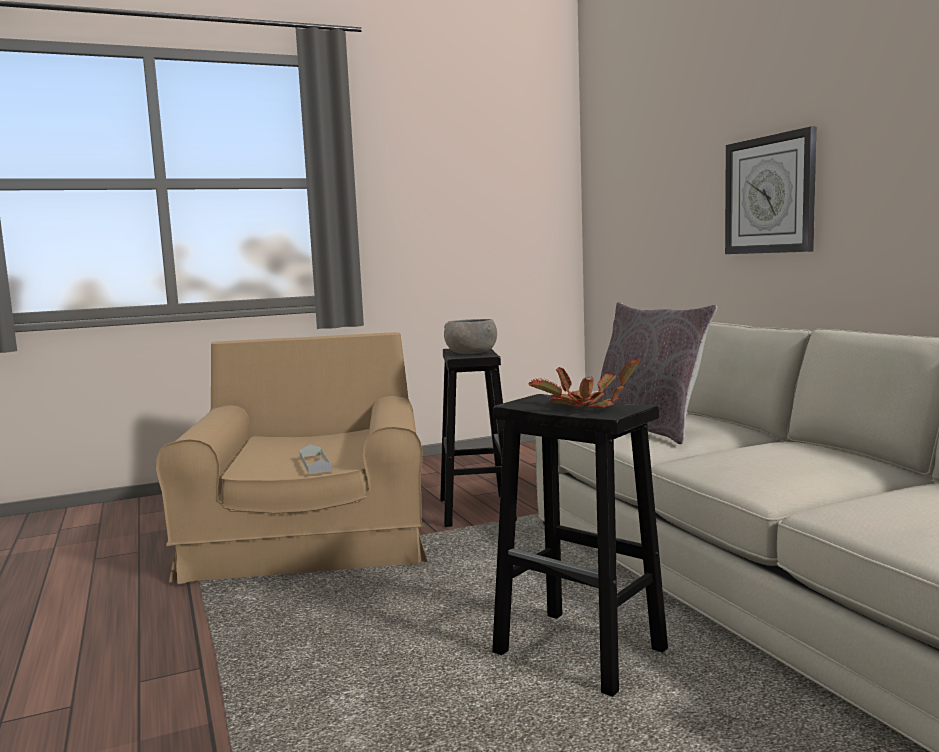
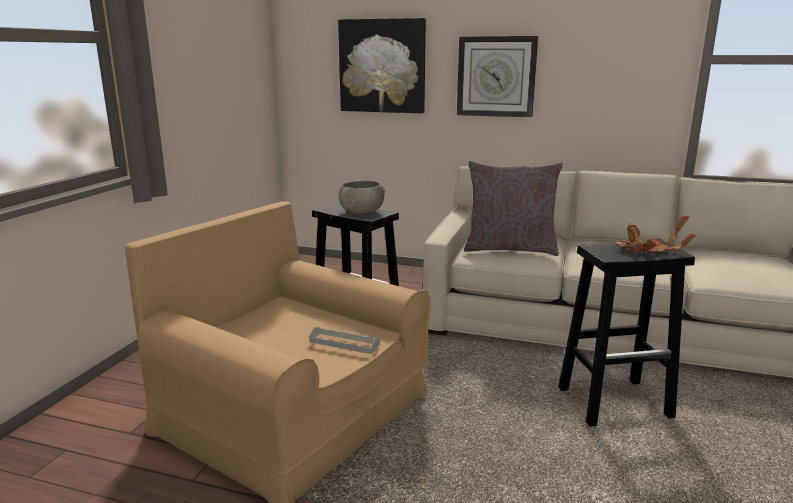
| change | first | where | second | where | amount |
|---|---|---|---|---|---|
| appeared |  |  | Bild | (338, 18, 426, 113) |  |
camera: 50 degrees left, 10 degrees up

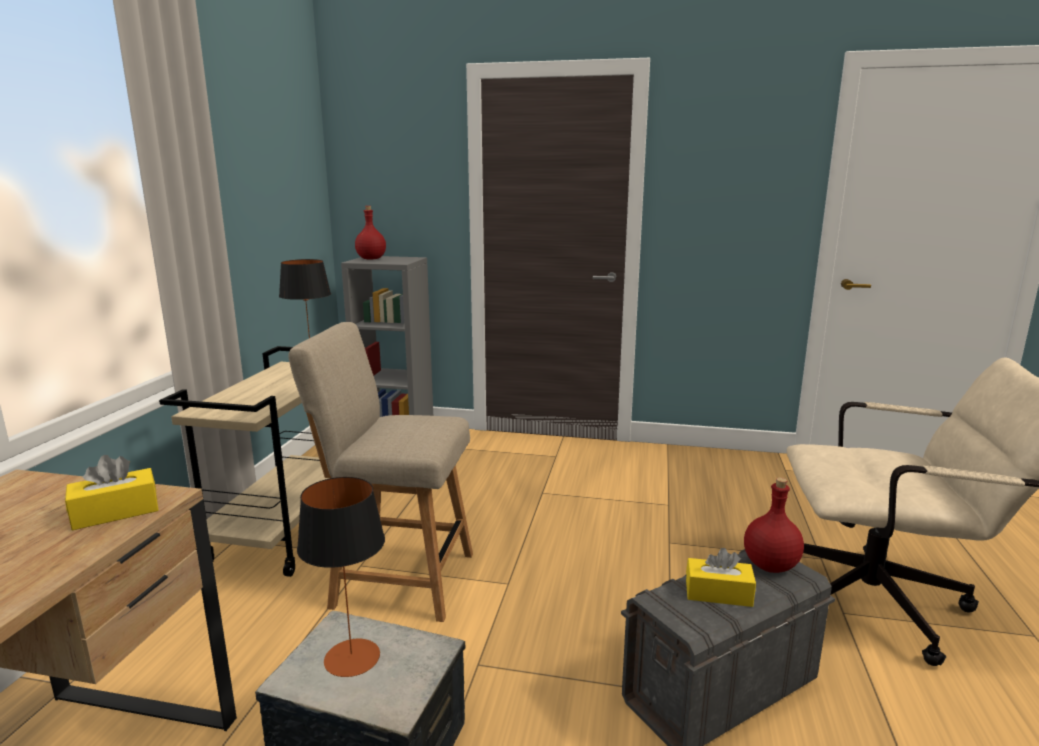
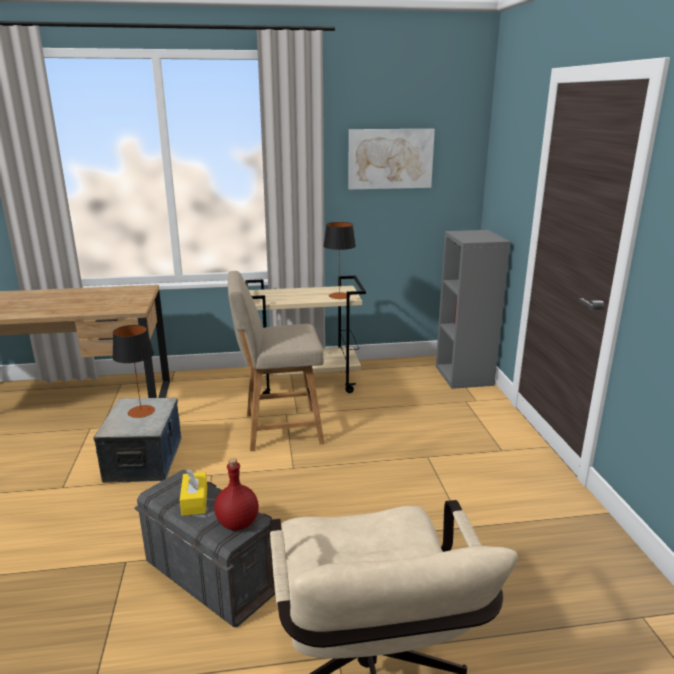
| change | first | where | second | where | amount |
|---|---|---|---|---|---|
| missing | Taschentuchbox (gelb) | (65, 455, 158, 530) |  |  |  |
| spun | Stuhl (beige) | (289, 322, 473, 622) |  | (228, 271, 324, 451) | 90 degrees counterclockwise |
| missing | Flasche (rot) | (355, 206, 386, 260) |  |  |  |
| appeared |  |  | Bild | (348, 129, 435, 190) |  |
camera: 70 degrees right, 5 degrees up

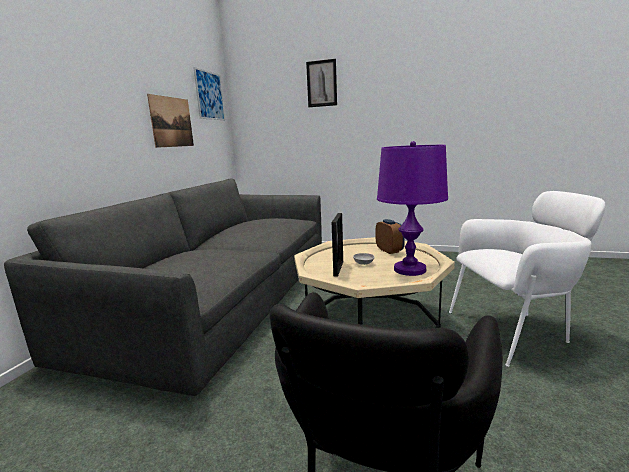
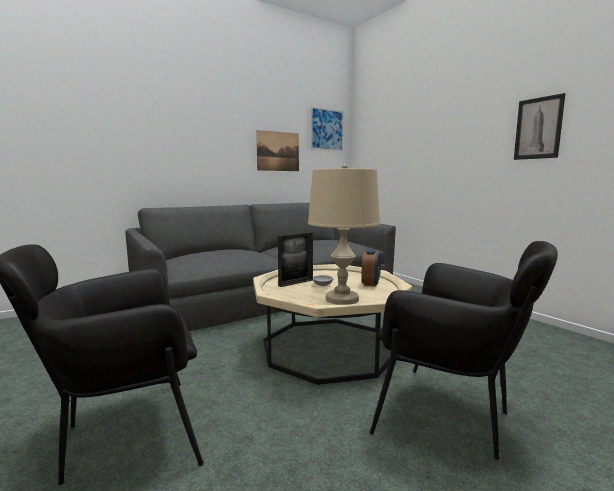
| change | first | where | second | where | amount |
|---|---|---|---|---|---|
| relocated | Bild | (306, 59, 337, 107) |  | (514, 93, 565, 160) |  |
| colour | Tischlampe (lila) | (377, 141, 448, 276) | Tischlampe (beige) | (308, 164, 380, 305) |  |
| colour | Sessel (weiß) | (449, 191, 606, 367) | Sessel (schwarz) | (369, 241, 558, 460) |  |
camera: 40 degrees right, 5 degrees down

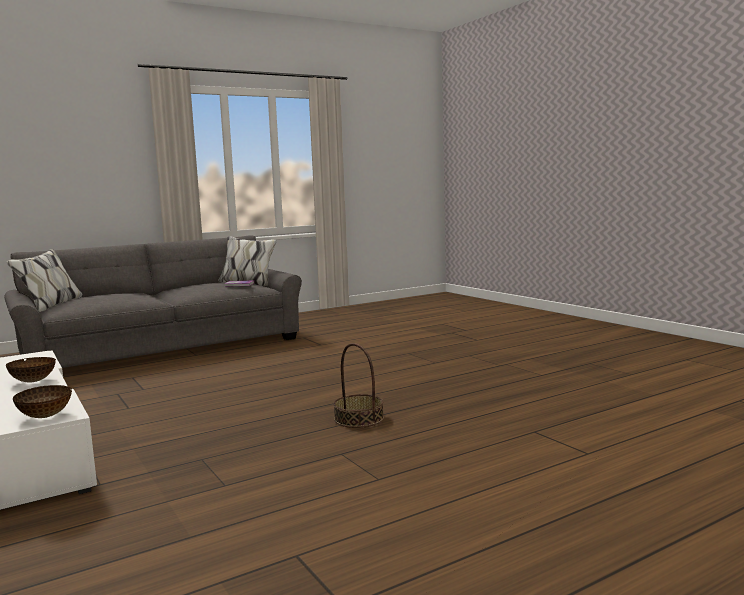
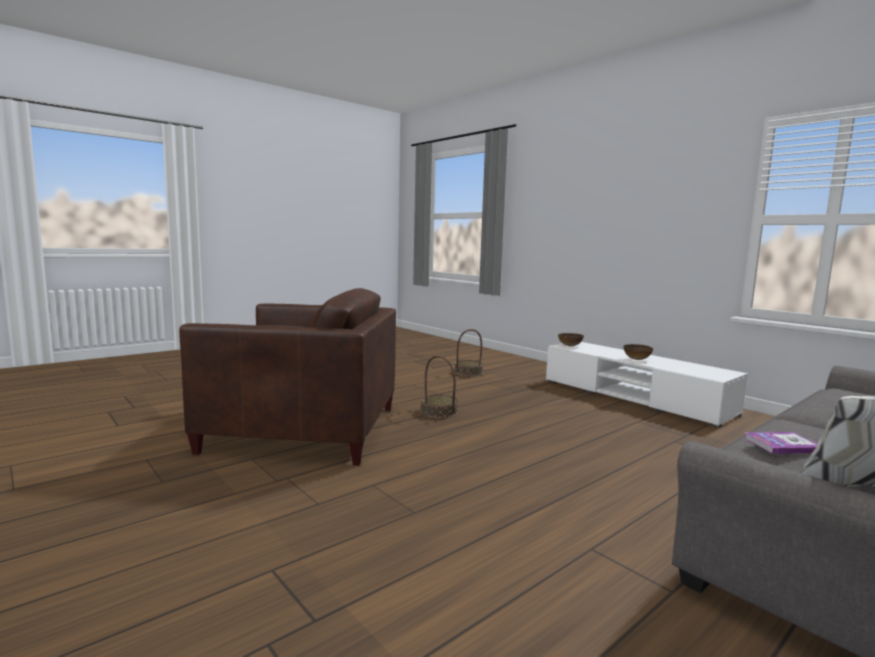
| change | first | where | second | where | amount |
|---|---|---|---|---|---|
| appeared |  |  | Sessel (braun) | (179, 288, 396, 465) |  |
| appeared |  |  | Korb | (455, 329, 483, 377) |  |
camera: 170 degrees right, 0 degrees up

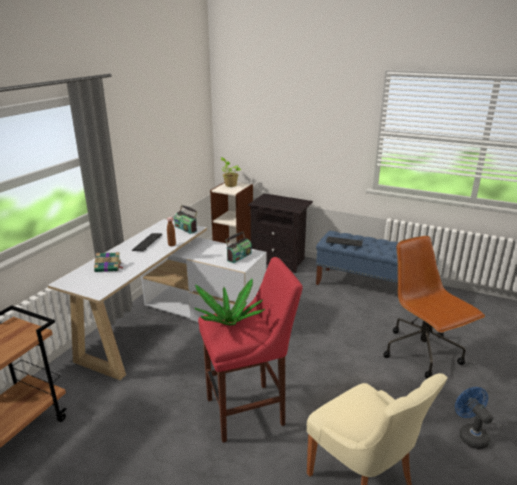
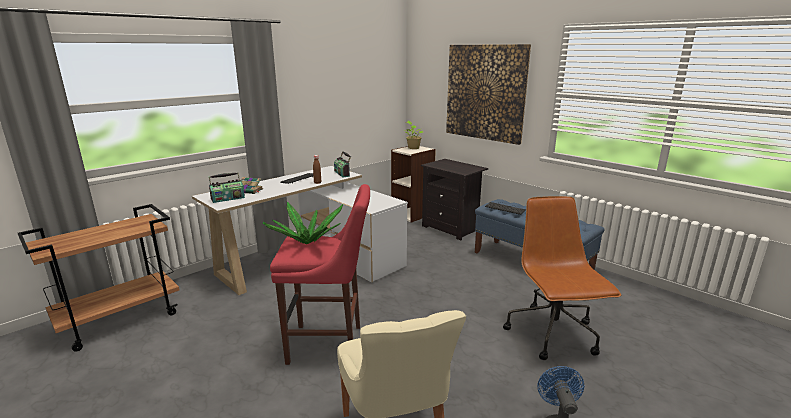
| change | first | where | second | where | amount |
|---|---|---|---|---|---|
| relocated | Radio | (225, 231, 252, 264) |  | (209, 172, 245, 203) |  |
| appeared |  |  | Bild | (446, 44, 531, 145) |  |
camera: 20 degrees right, 5 degrees down

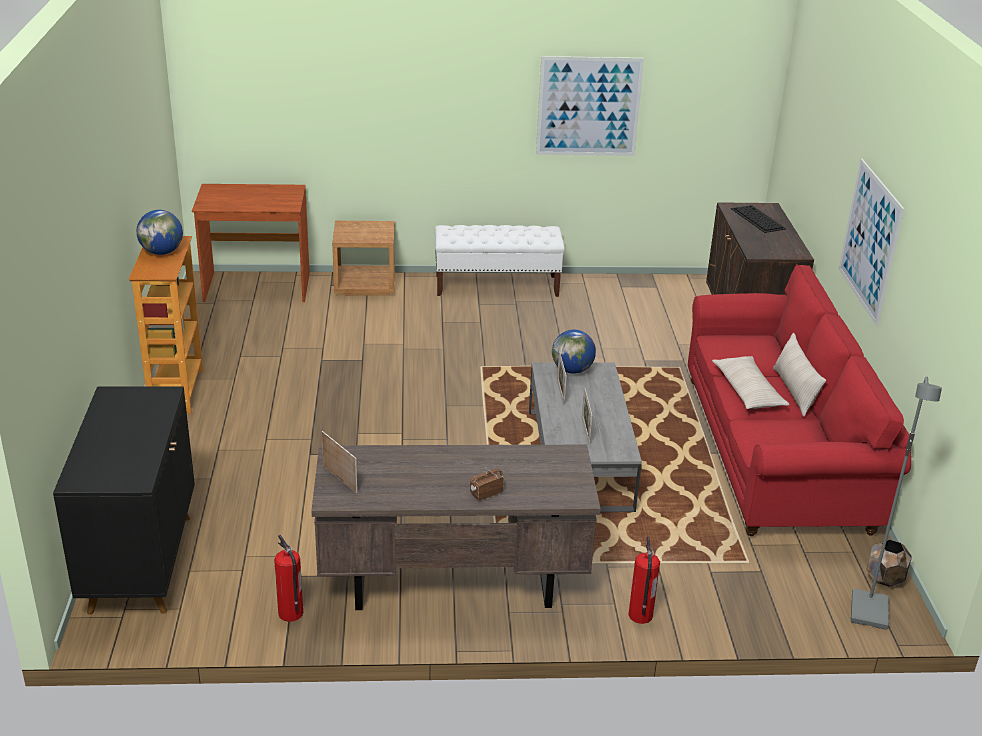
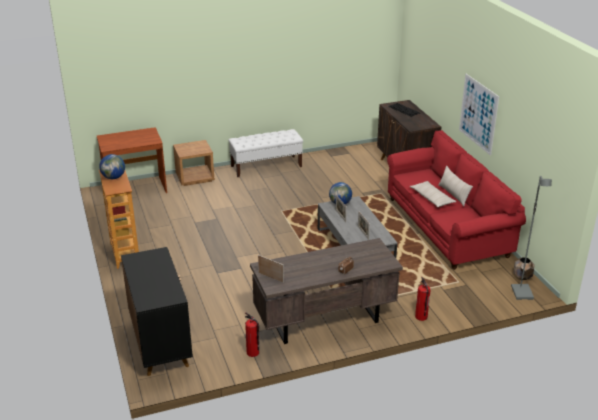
| change | first | where | second | where | amount |
|---|---|---|---|---|---|
| missing | Bild | (536, 56, 644, 156) |  |  |  |
camera: 15 degrees left, 0 degrees up

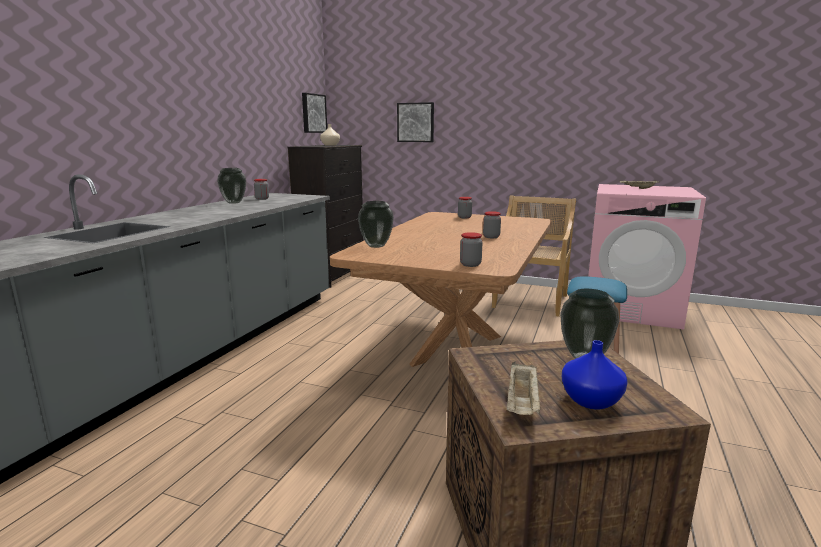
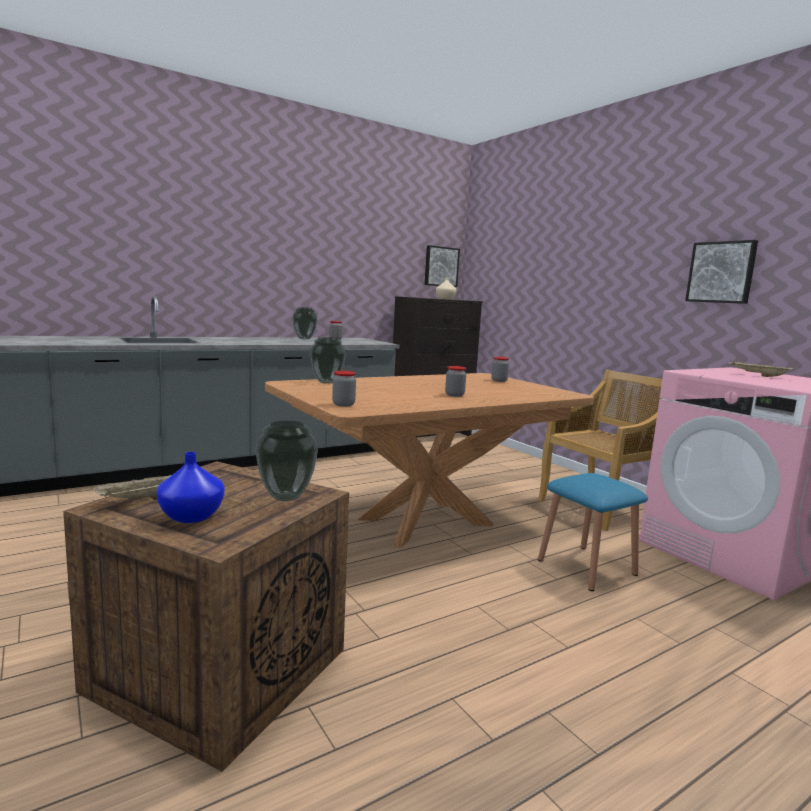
| change | first | where | second | where | amount |
|---|---|---|---|---|---|
| relocated | Bild | (397, 102, 434, 142) |  | (685, 240, 758, 304) |  |
camera: 35 degrees right, 5 degrees down

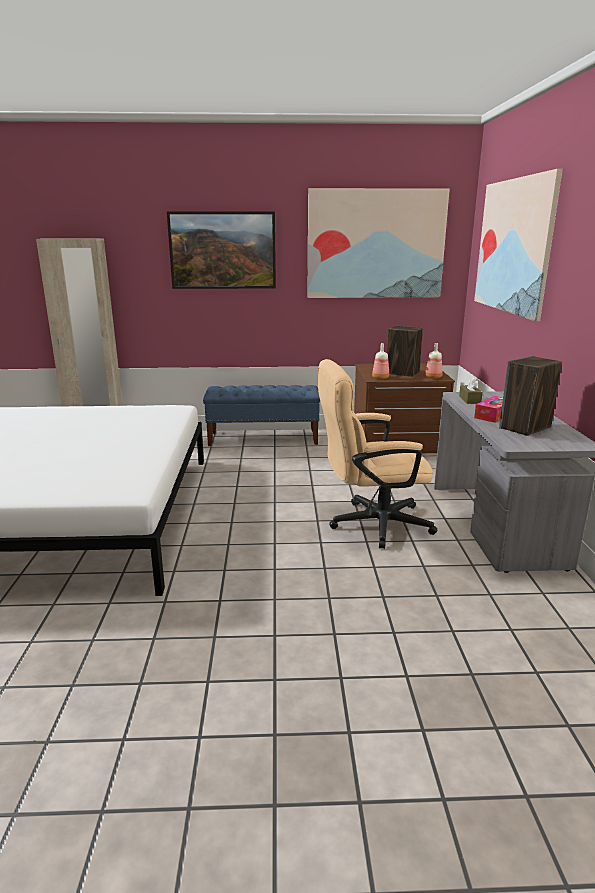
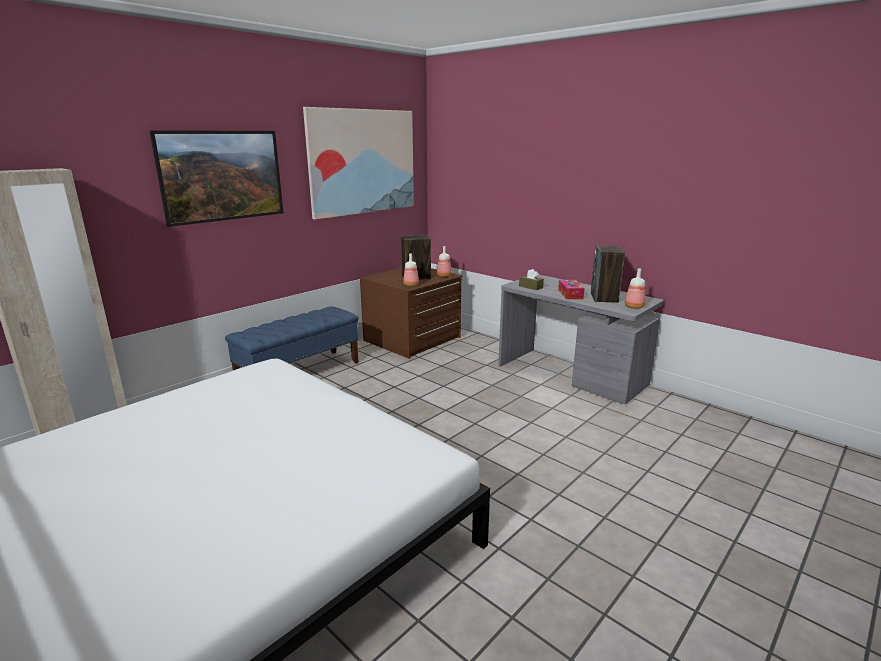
| change | first | where | second | where | amount |
|---|---|---|---|---|---|
| missing | Bürostuhl (beige) | (318, 359, 437, 549) |  |  |  |
| missing | Bild | (474, 169, 563, 321) |  |  |  |
| appeared |  |  | Flasche | (625, 268, 645, 309) |  |
camera: 45 degrees left, 0 degrees up

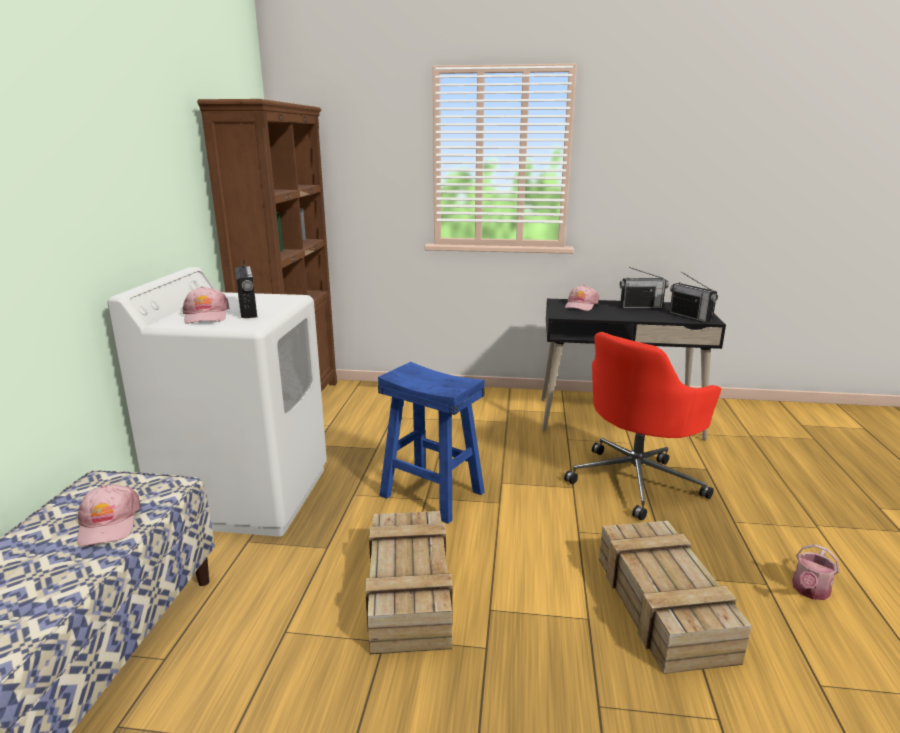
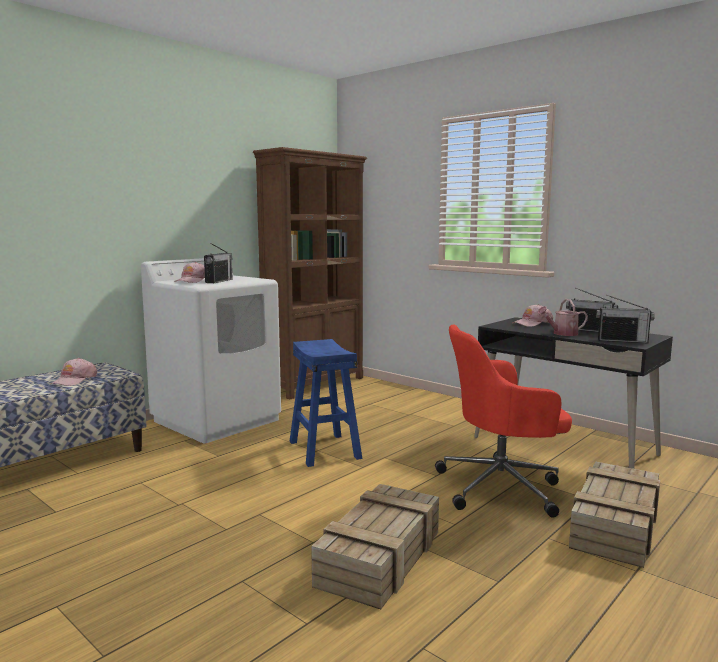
| change | first | where | second | where | amount |
|---|---|---|---|---|---|
| relocated | Kiste | (365, 511, 453, 655) |  | (569, 461, 660, 568) |  |
| spun | Radio | (669, 271, 718, 323) |  | (596, 295, 655, 343) | 75 degrees counterclockwise |
| relocated | Gießkanne | (792, 544, 840, 600) |  | (537, 299, 588, 336) |  |
camera: 35 degrees right, 10 degrees down

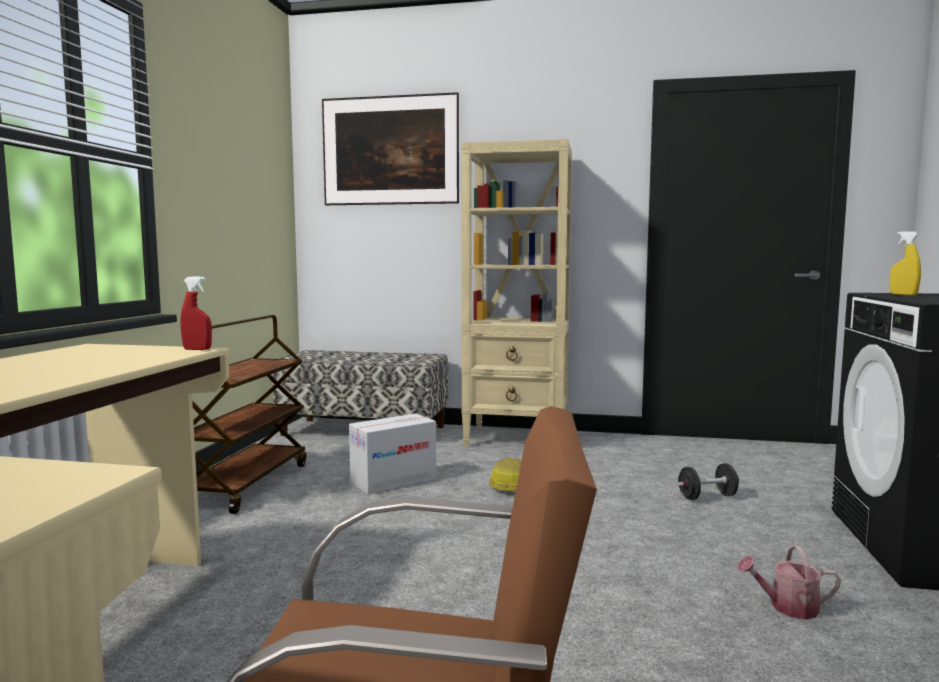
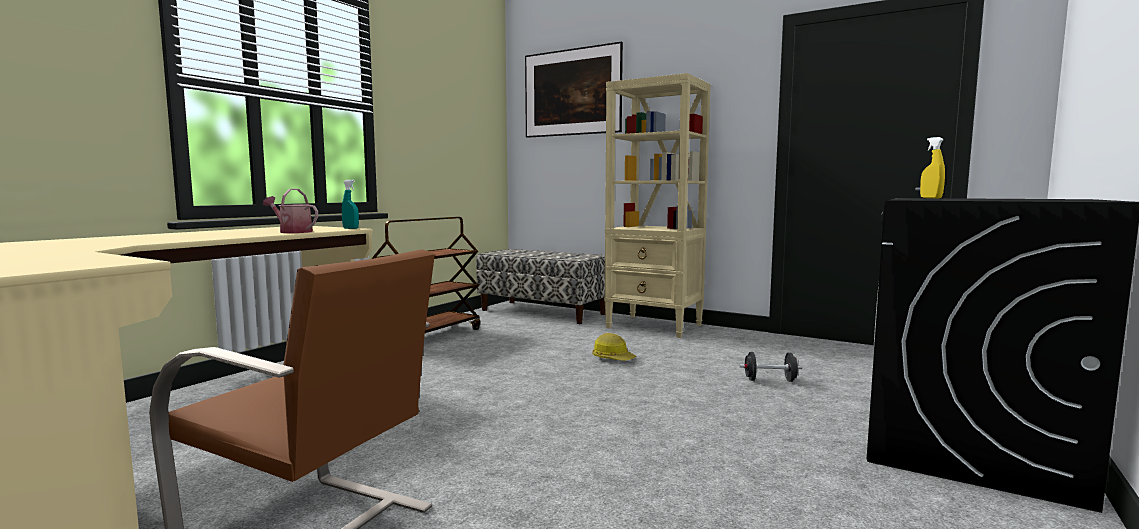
| change | first | where | second | where | amount |
|---|---|---|---|---|---|
| colour | Sprühflasche (rot) | (181, 276, 212, 350) | Sprühflasche (türkis) | (342, 180, 359, 229) |  |
| missing | Karton | (349, 413, 436, 495) |  |  |  |
| relocated | Gießkanne | (737, 545, 841, 619) |  | (263, 189, 318, 233) |  |
camera: 20 degrees right, 0 degrees up

